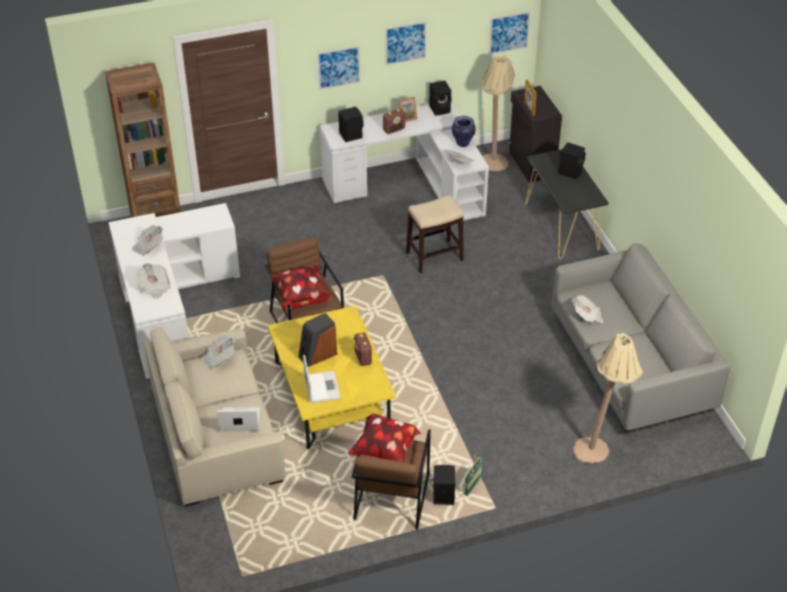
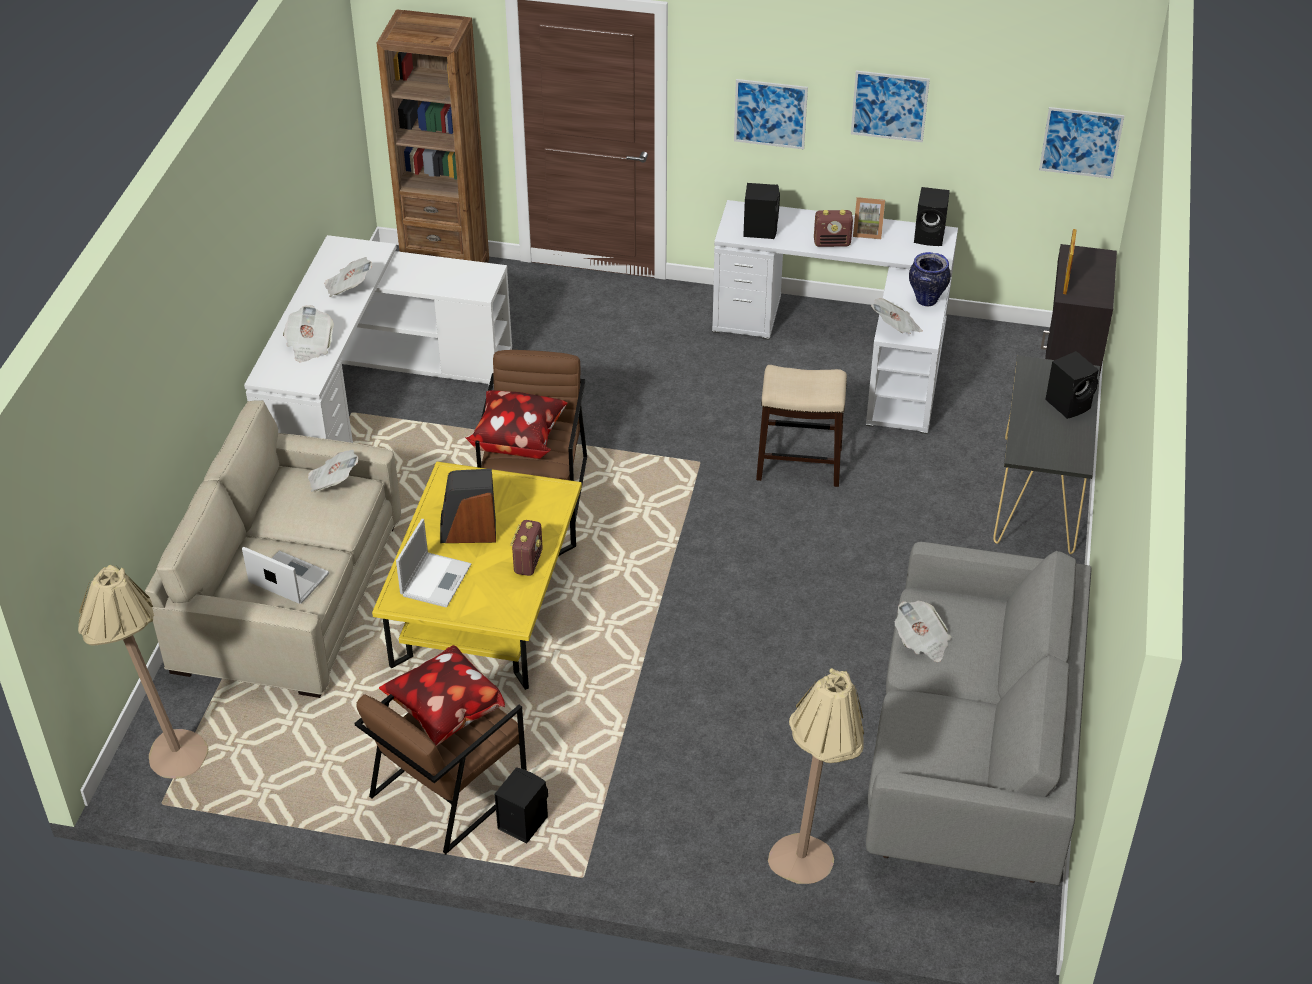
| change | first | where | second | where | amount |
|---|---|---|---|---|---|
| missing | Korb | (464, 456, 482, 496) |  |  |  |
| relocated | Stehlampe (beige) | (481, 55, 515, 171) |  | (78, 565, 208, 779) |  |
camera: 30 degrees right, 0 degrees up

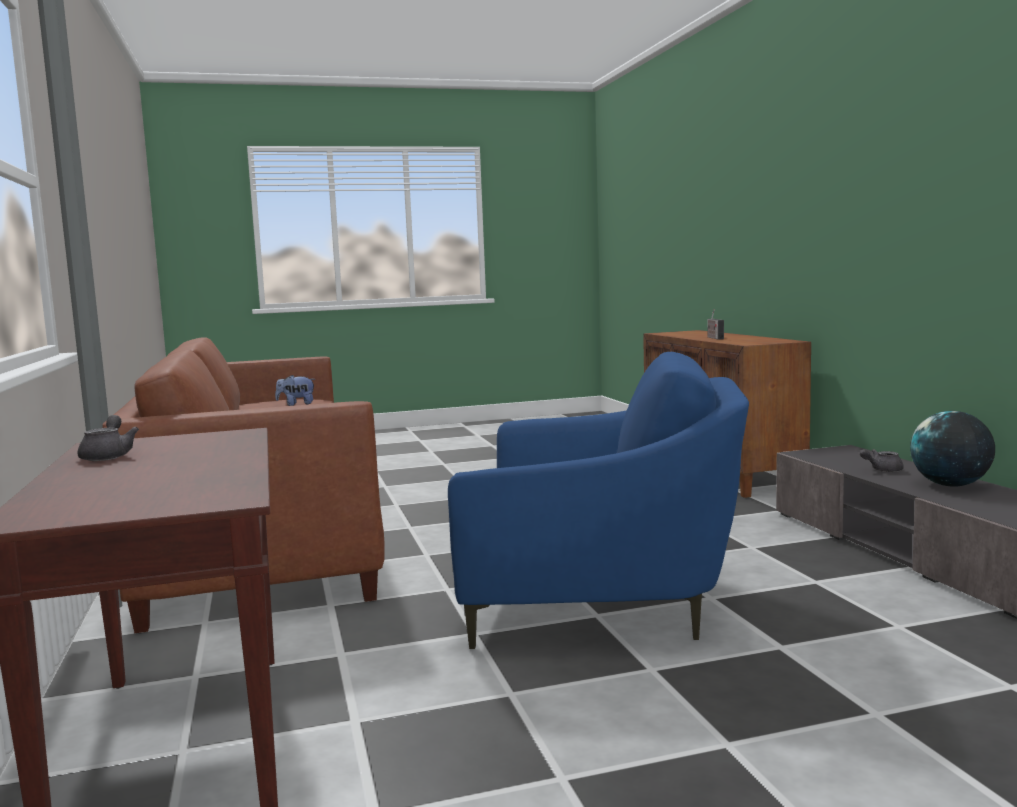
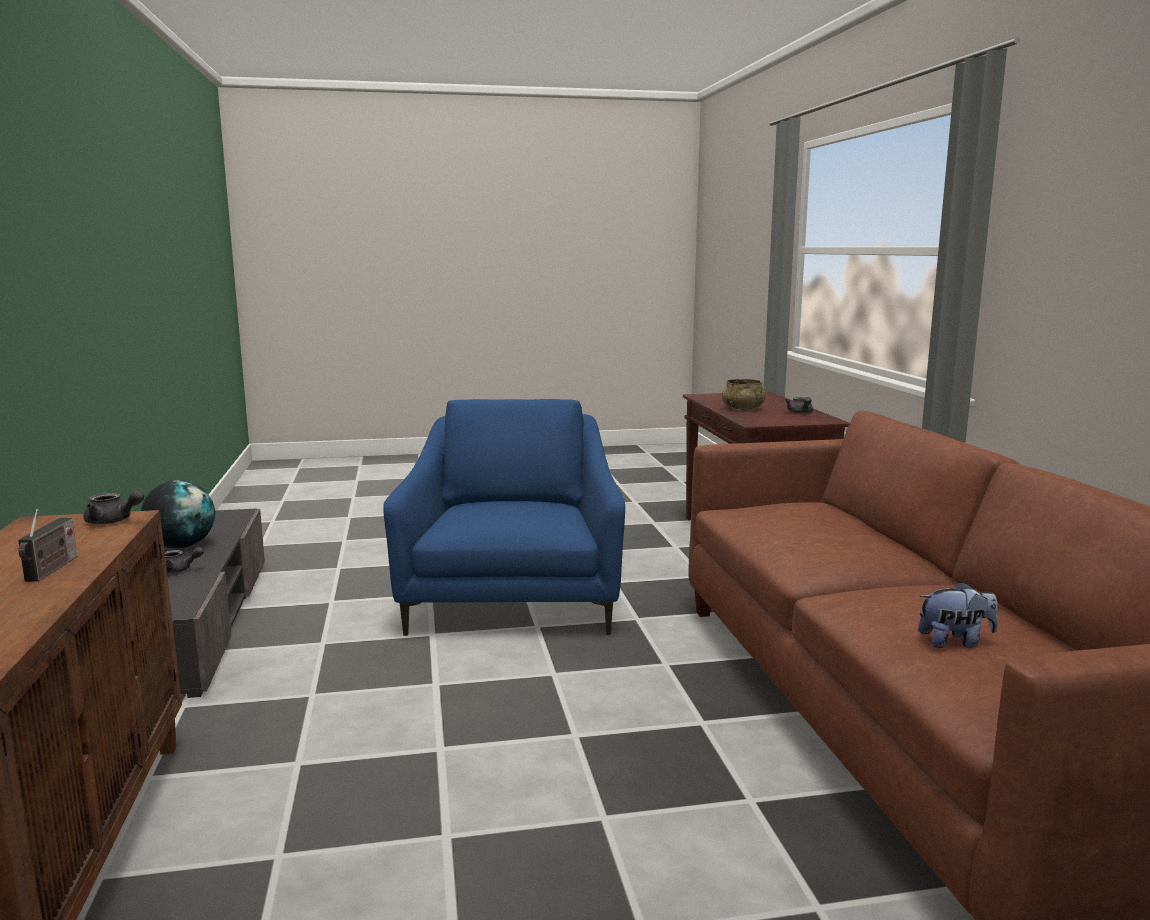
| change | first | where | second | where | amount |
|---|---|---|---|---|---|
| spun | Sessel (blau) | (448, 352, 749, 649) |  | (383, 399, 625, 636) | 75 degrees clockwise |
| appeared |  |  | Teekanne (grau) | (84, 490, 144, 524) |  |
| appeared |  |  | Schüssel (beige) | (722, 379, 765, 411) |  |
camera: 175 degrees left, 5 degrees up

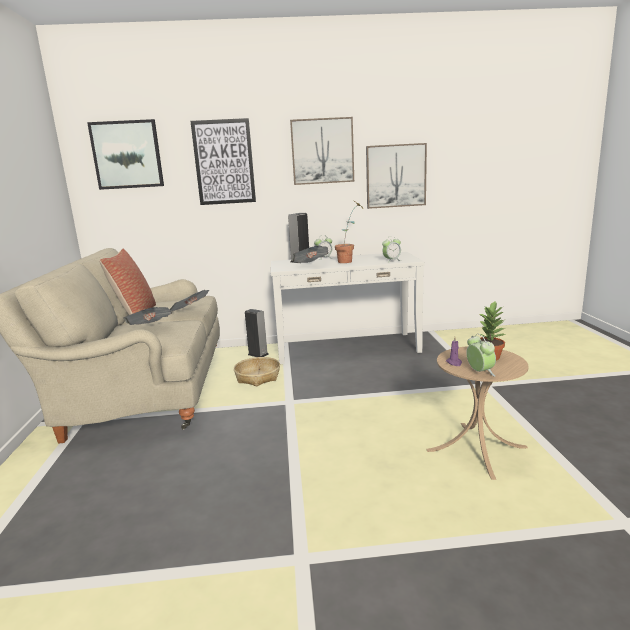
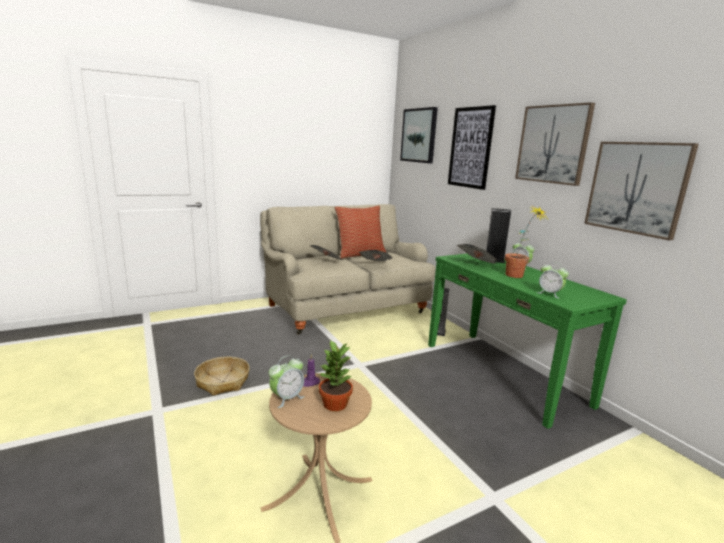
| change | first | where | second | where | amount |
|---|---|---|---|---|---|
| relocated | Korb | (234, 357, 280, 386) |  | (194, 357, 250, 396) |  |
| colour | Konsolentisch (weiß) | (271, 252, 425, 364) | Konsolentisch (grün) | (428, 254, 627, 429) |  |
camera: 65 degrees right, 0 degrees up

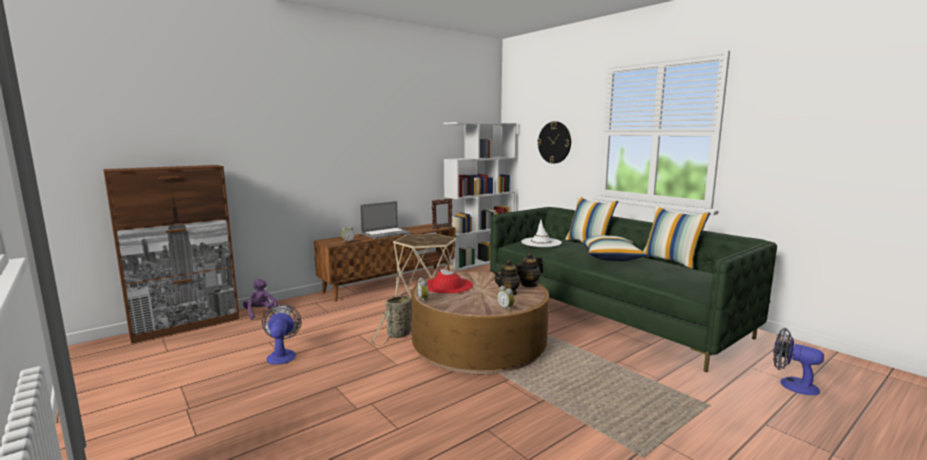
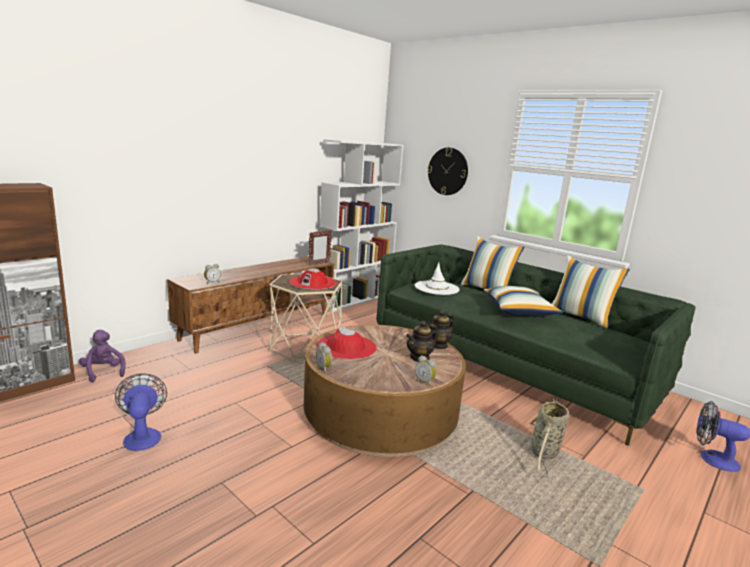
| change | first | where | second | where | amount |
|---|---|---|---|---|---|
| missing | Laptop | (360, 201, 412, 239) |  |  |  |
| relocated | Korb | (371, 294, 412, 346) |  | (528, 399, 570, 478) |  |
| appeared |  |  | Hut (rot) | (289, 269, 337, 290) |  |
camera: 10 degrees left, 5 degrees up

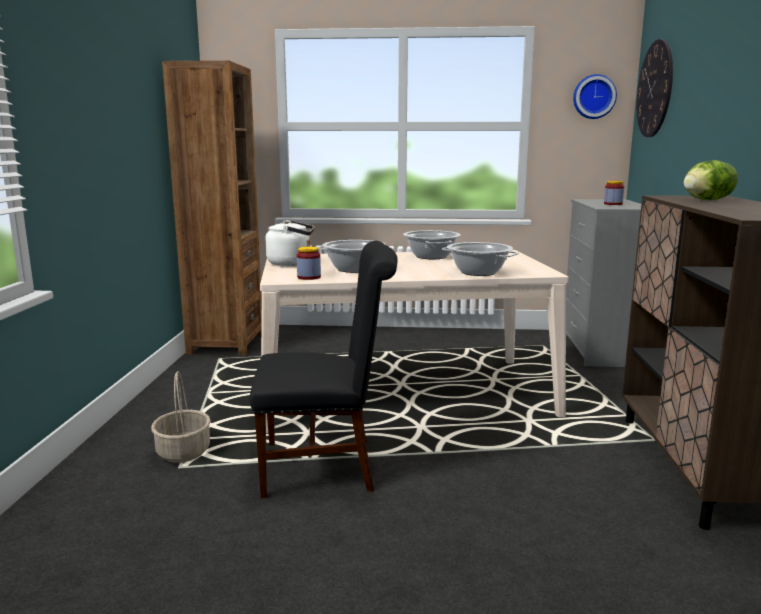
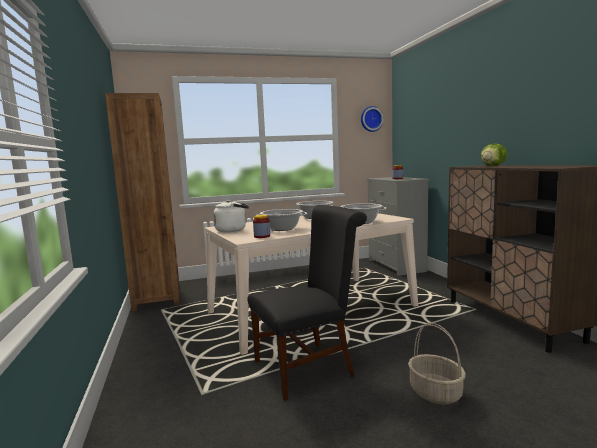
| change | first | where | second | where | amount |
|---|---|---|---|---|---|
| relocated | Korb | (151, 371, 211, 463) |  | (408, 323, 466, 405) |  |
| missing | Wanduhr | (637, 39, 673, 137) |  |  |  |
camera: 20 degrees left, 5 degrees down

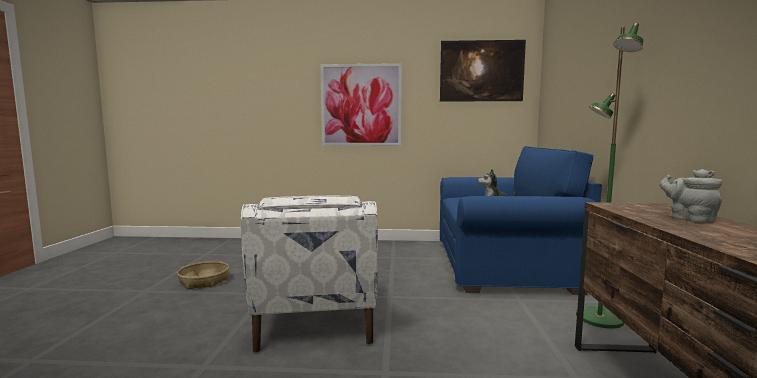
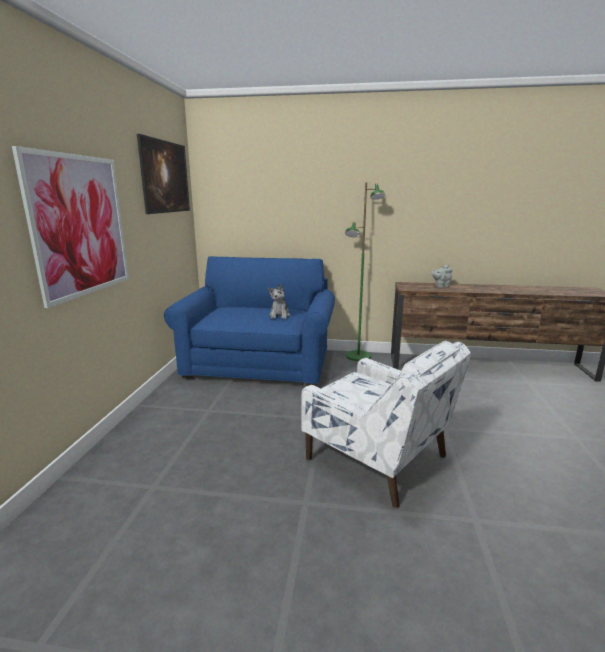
| change | first | where | second | where | amount |
|---|---|---|---|---|---|
| missing | Korb | (177, 261, 229, 289) |  |  |  |
| spun | Sessel (weiß) | (240, 196, 378, 353) |  | (301, 341, 471, 508) | 45 degrees clockwise |
camera: 85 degrees left, 10 degrees up

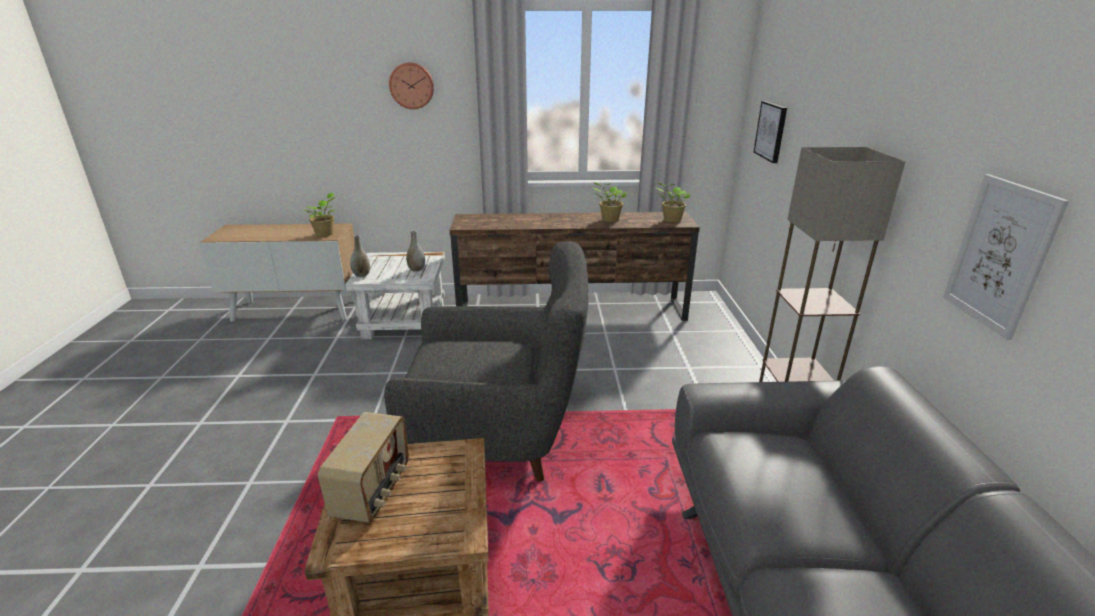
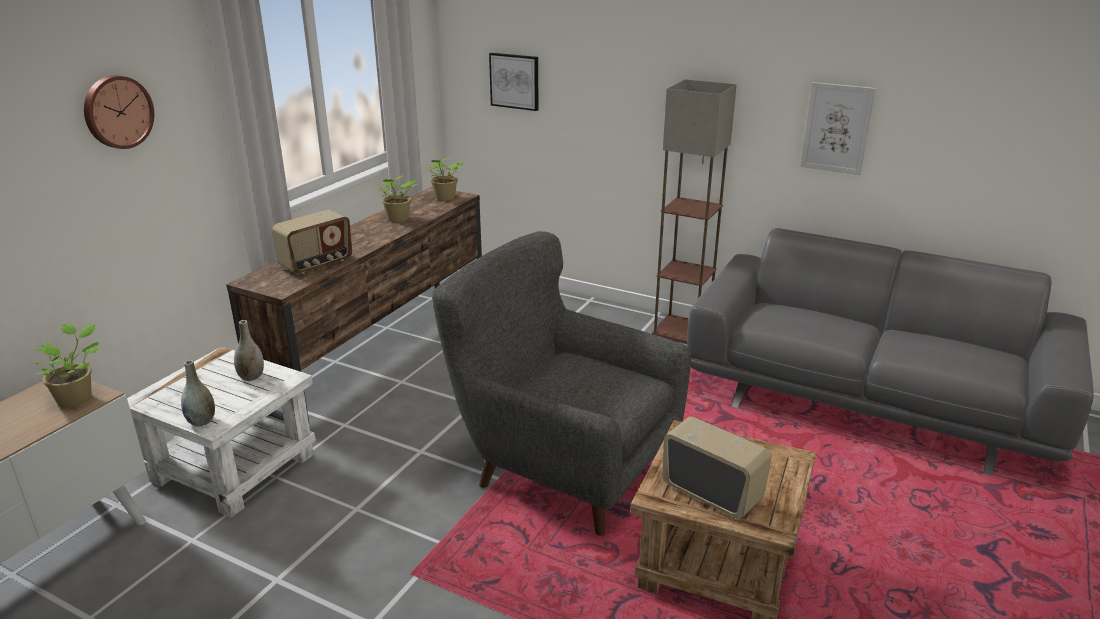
| change | first | where | second | where | amount |
|---|---|---|---|---|---|
| spun | Sessel (grau) | (384, 241, 589, 482) |  | (432, 231, 691, 536) | 90 degrees counterclockwise |
| appeared |  |  | Radio | (272, 210, 352, 274) |  |
camera: 60 degrees left, 0 degrees up

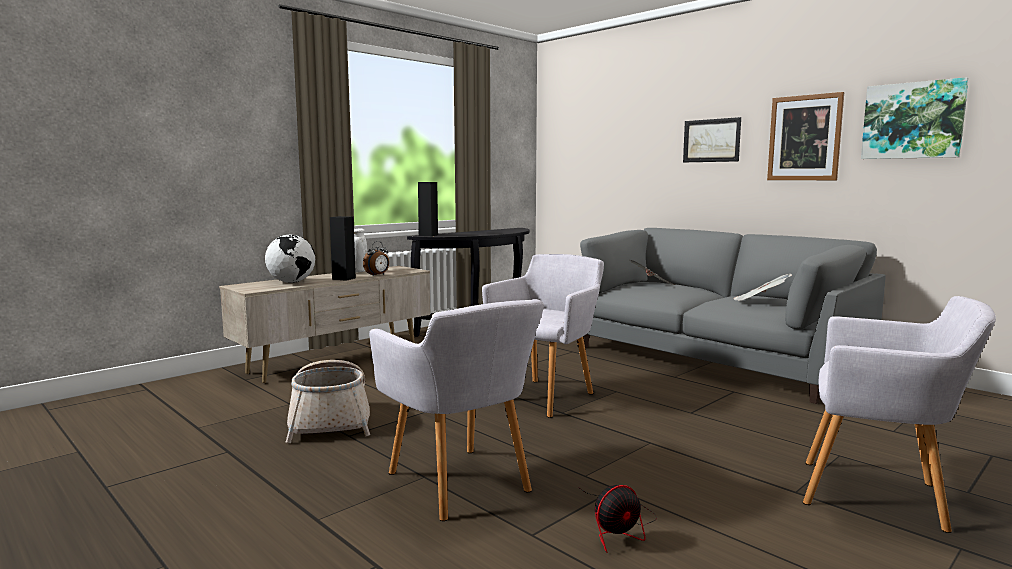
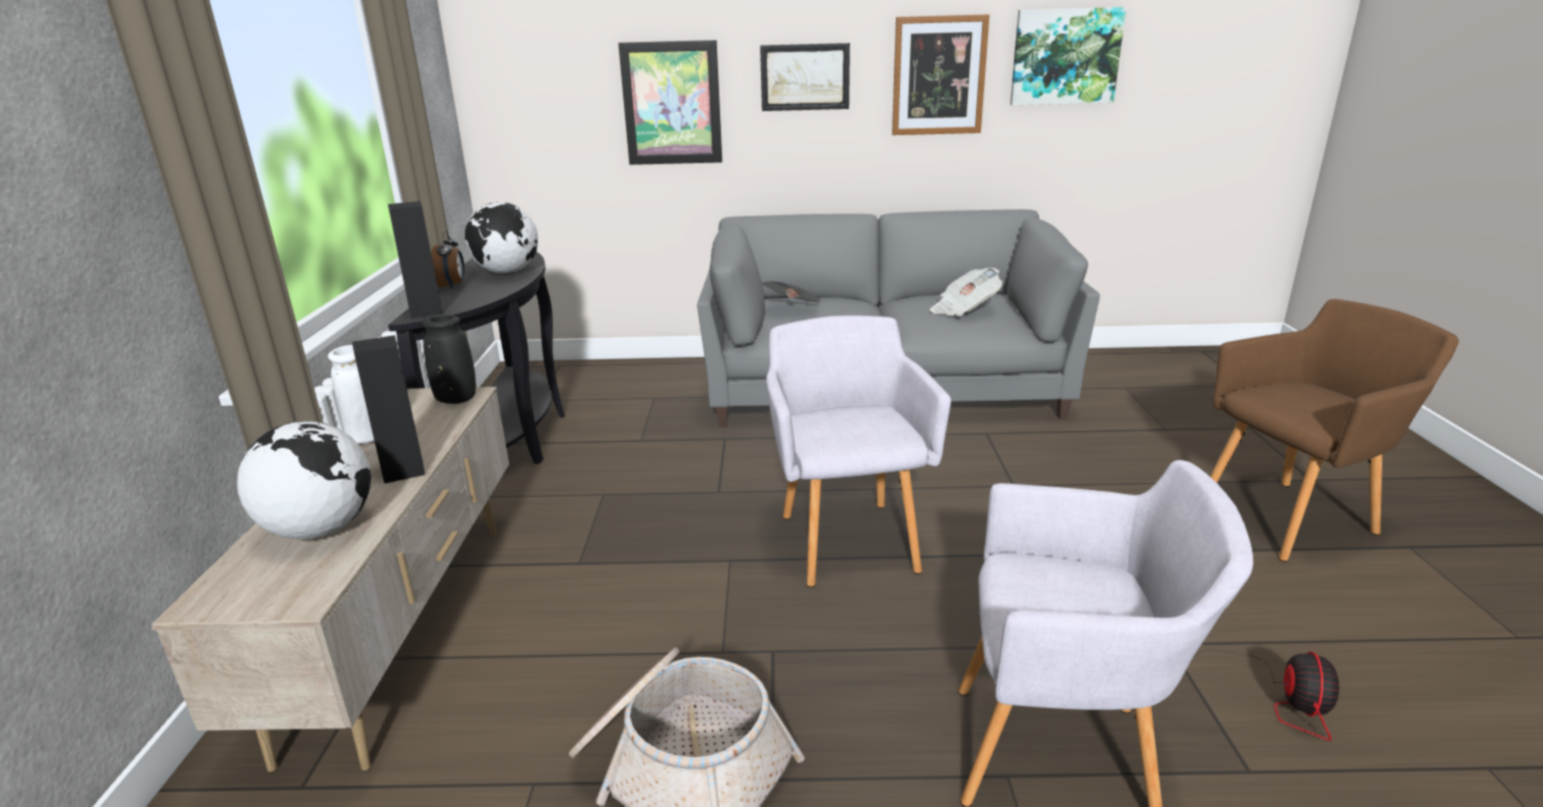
| change | first | where | second | where | amount |
|---|---|---|---|---|---|
| relocated | Wecker | (363, 241, 389, 276) |  | (431, 230, 465, 289) |  |
| colour | Sessel (grau) | (803, 296, 996, 533) | Sessel (braun) | (1210, 299, 1459, 562) |  |
| appeared |  |  | Vase (schwarz) | (422, 315, 476, 404) |  |
| appeared |  |  | Globus | (465, 202, 538, 274) |  |
| appeared |  |  | Bild | (618, 40, 722, 165) |  |
camera: 45 degrees left, 15 degrees up

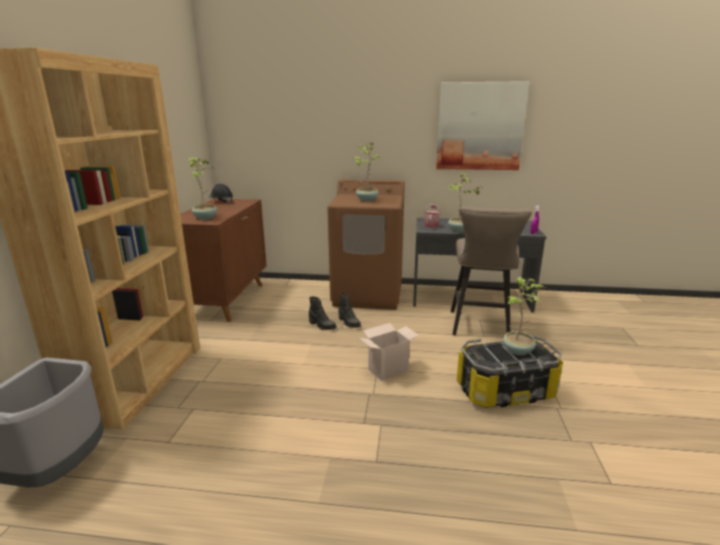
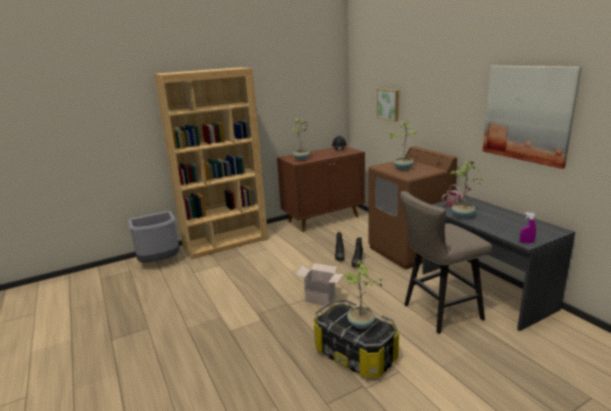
| change | first | where | second | where | amount |
|---|---|---|---|---|---|
| appeared |  |  | Bild | (377, 89, 399, 122) |  |
camera: 55 degrees right, 0 degrees up

